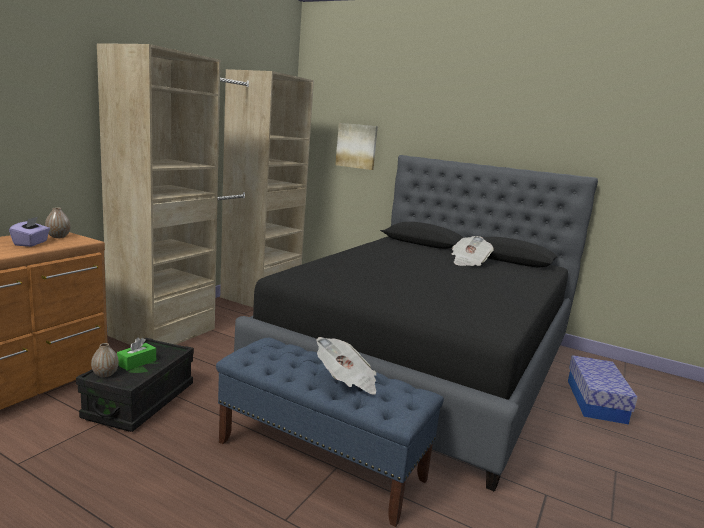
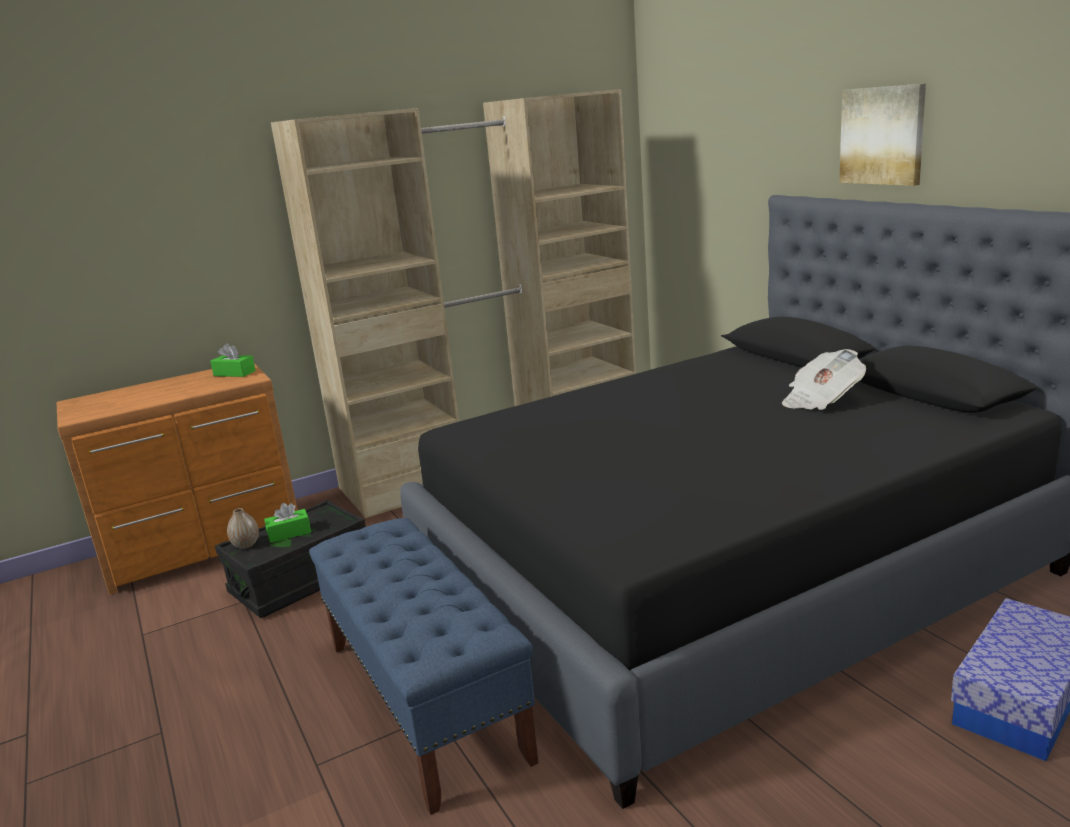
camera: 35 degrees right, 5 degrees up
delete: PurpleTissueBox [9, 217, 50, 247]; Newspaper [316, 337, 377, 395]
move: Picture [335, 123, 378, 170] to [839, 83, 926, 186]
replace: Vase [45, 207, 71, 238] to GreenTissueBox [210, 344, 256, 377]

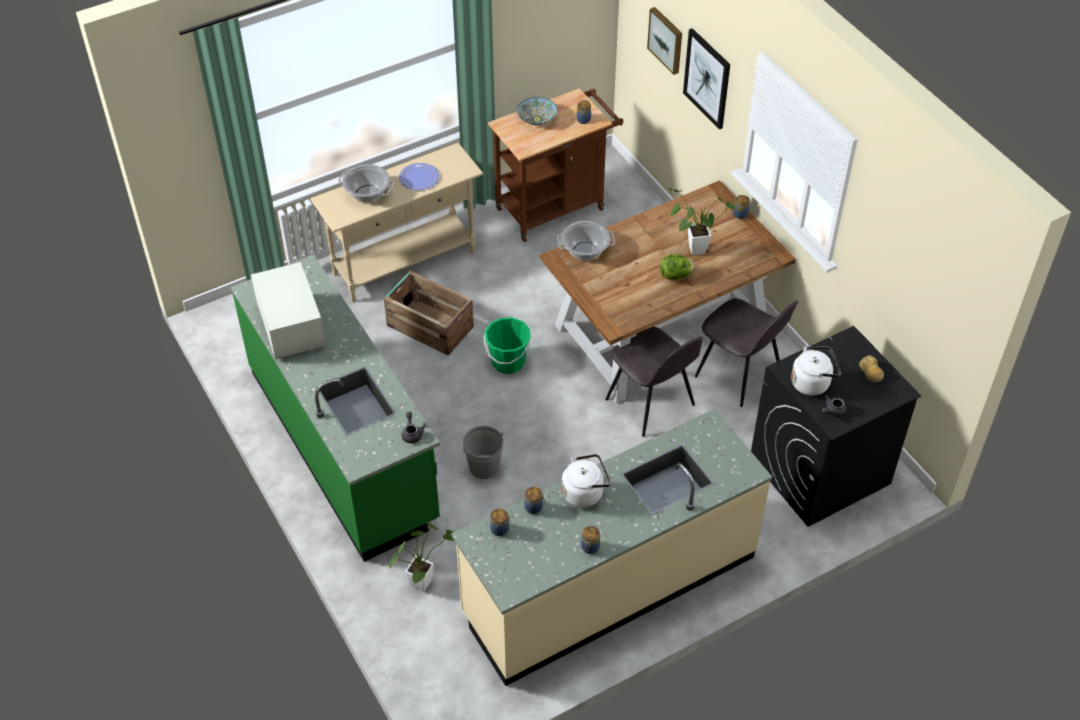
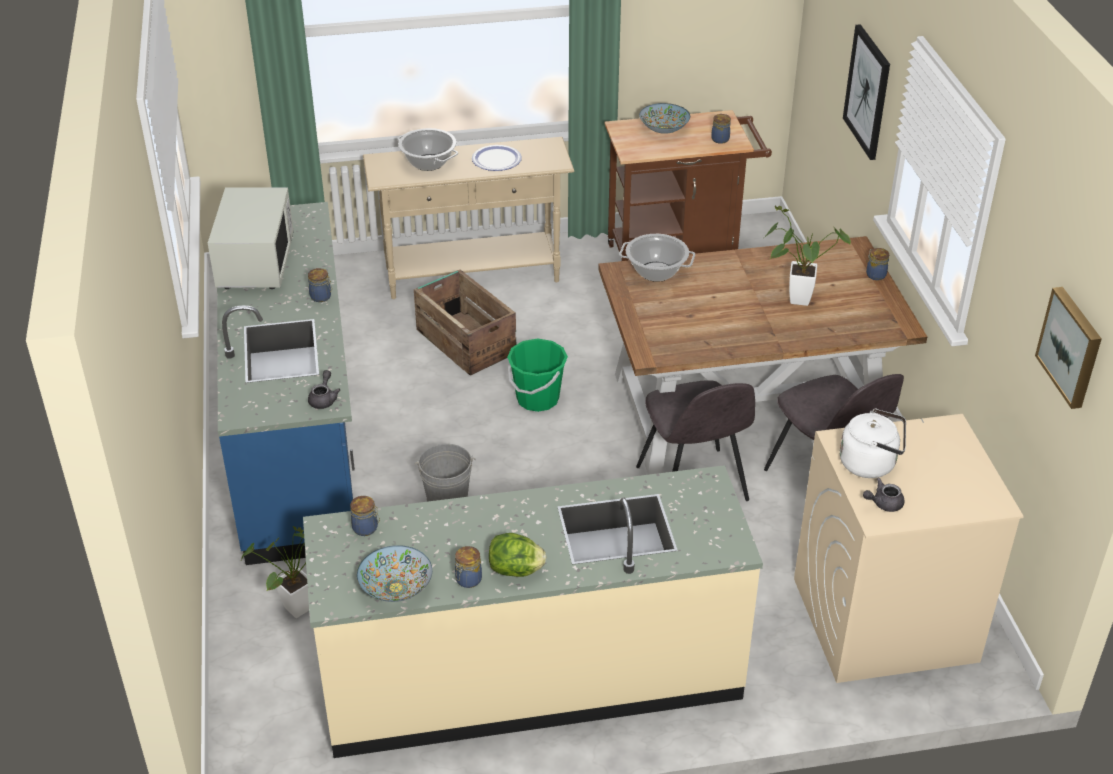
camera: 20 degrees right, 10 degrees down
delete: Bread [859, 355, 884, 383]; WhiteKettle [562, 454, 611, 508]
insert: Bowl [357, 545, 432, 602]
move: Picture [647, 7, 682, 75] to [1035, 287, 1102, 409]; Lettuce [660, 254, 694, 280] to [489, 533, 546, 577]; Jar [524, 487, 545, 514] to [308, 268, 332, 302]
recolor: GreenCounter [231, 255, 440, 562] to BlueCounter [217, 202, 355, 565]; BlackWashingMachine [751, 326, 921, 527] to BeigeWashingMachine [794, 414, 1024, 683]

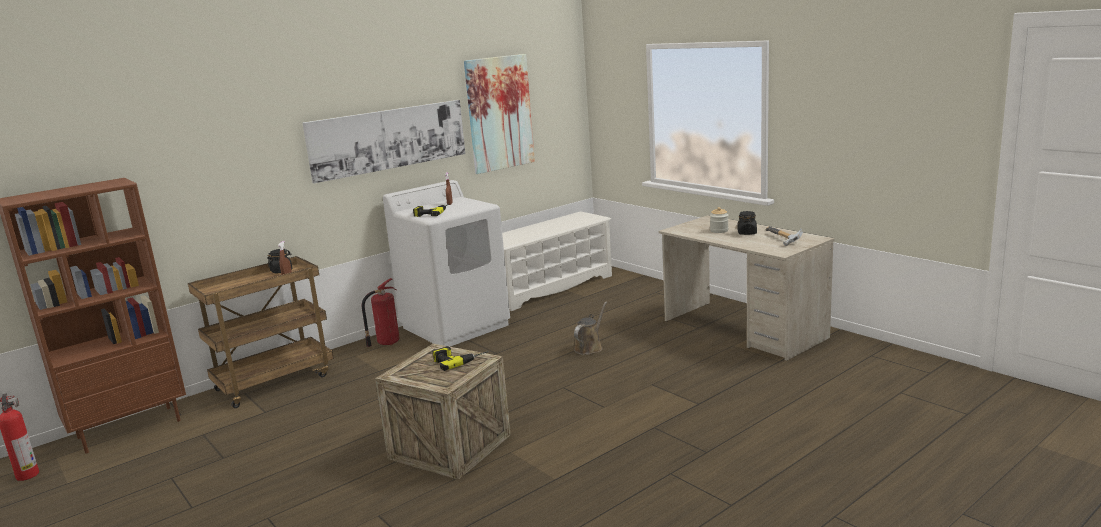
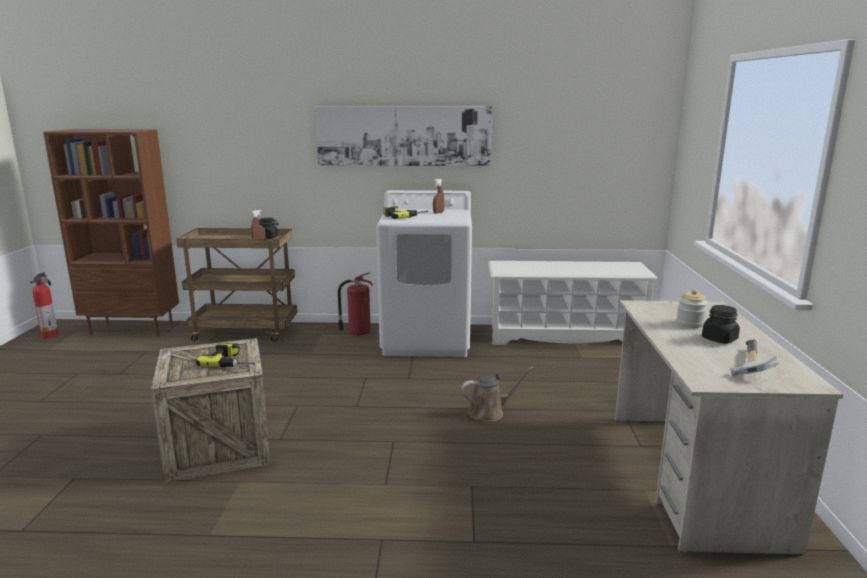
camera: 40 degrees right, 0 degrees up
delete: Picture [464, 54, 535, 174]

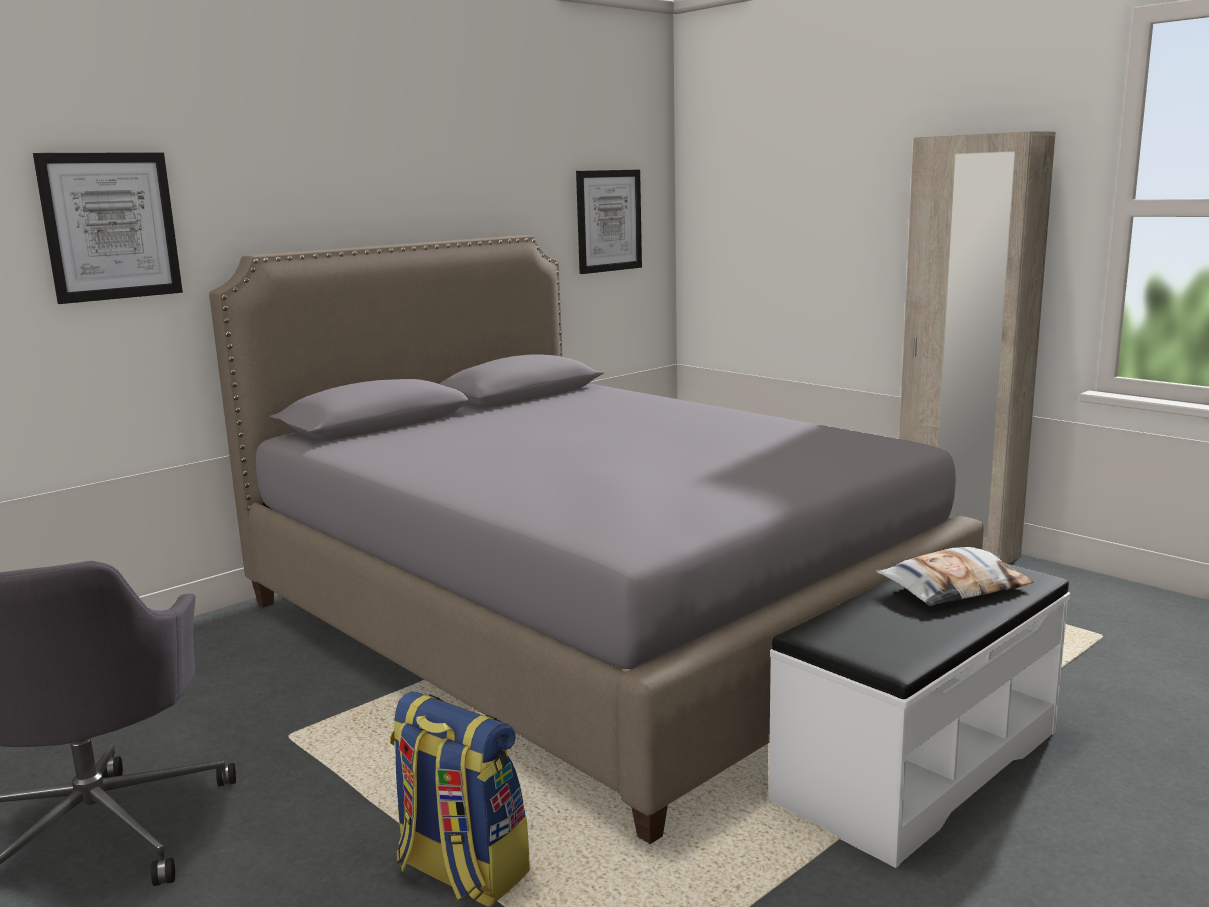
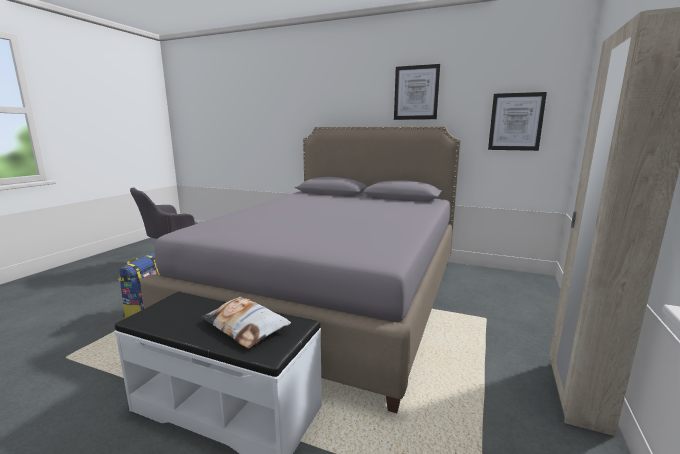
camera: 65 degrees right, 0 degrees up
move: Picture [33, 152, 183, 304] to [394, 64, 440, 120]

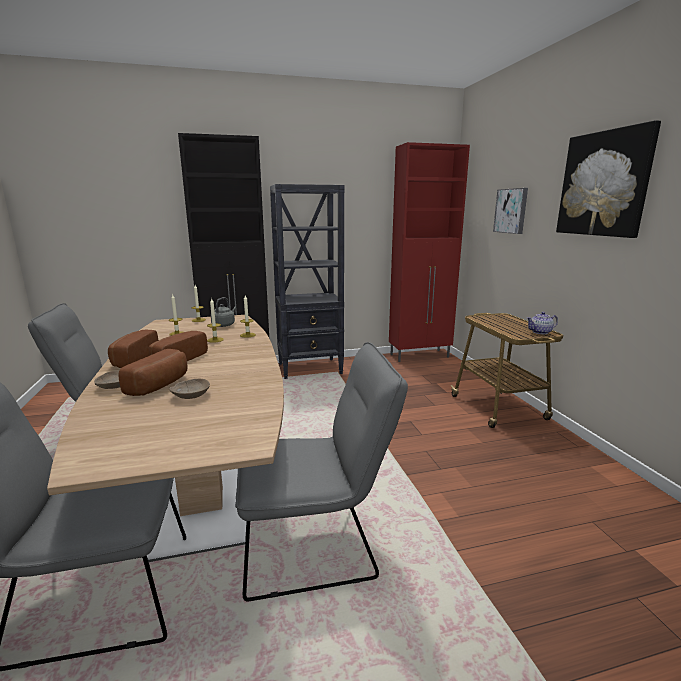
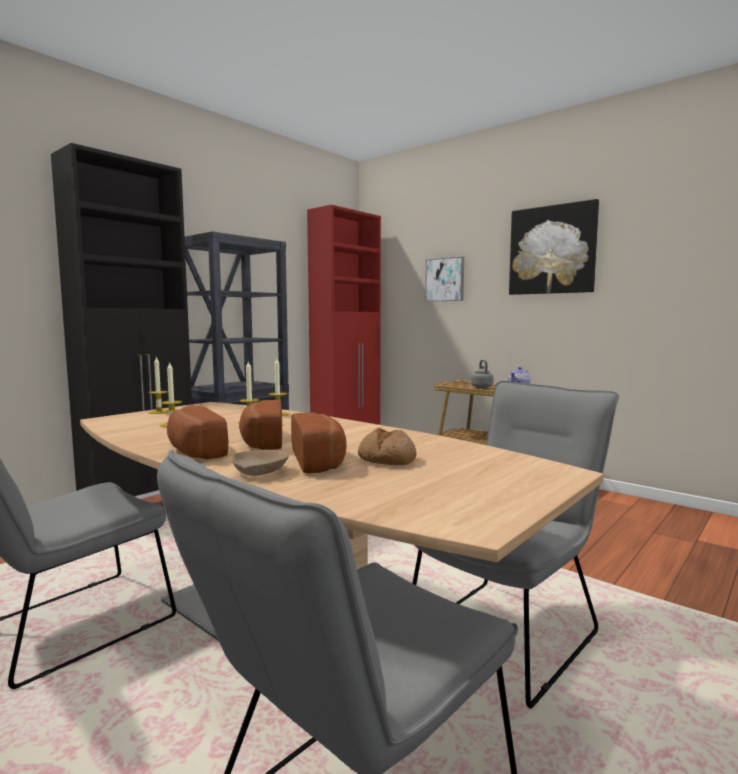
camera: 35 degrees left, 10 degrees down
move: GreyKettle [211, 297, 236, 327] to [471, 360, 493, 388]
replace: BeigeBowl [169, 379, 210, 399] to Bread [358, 428, 417, 465]

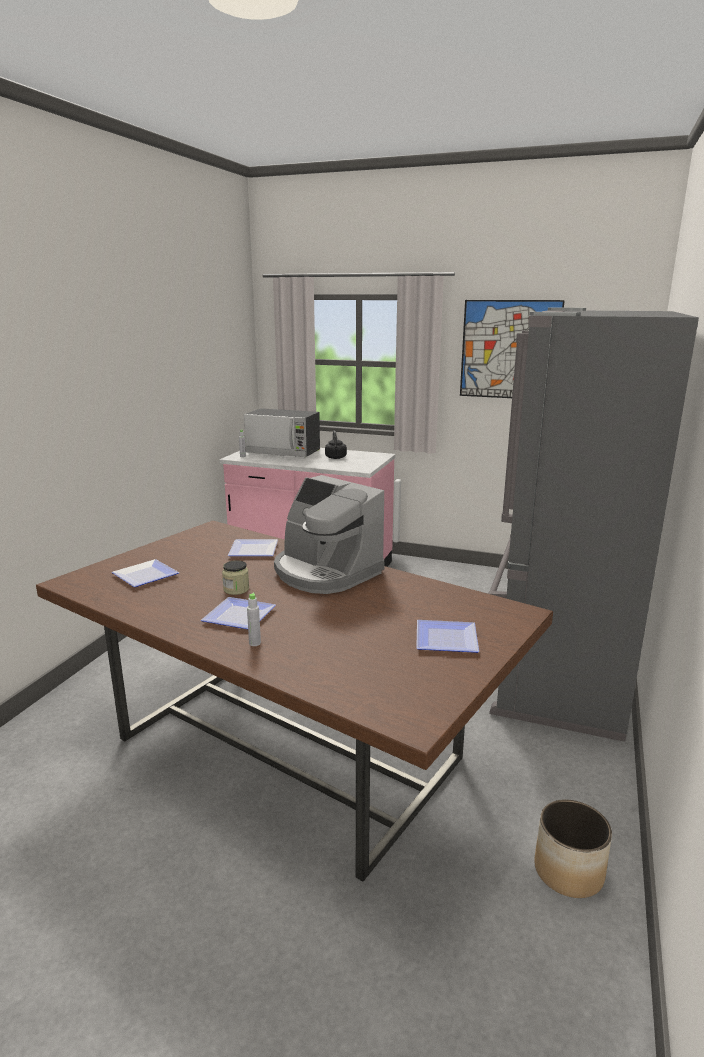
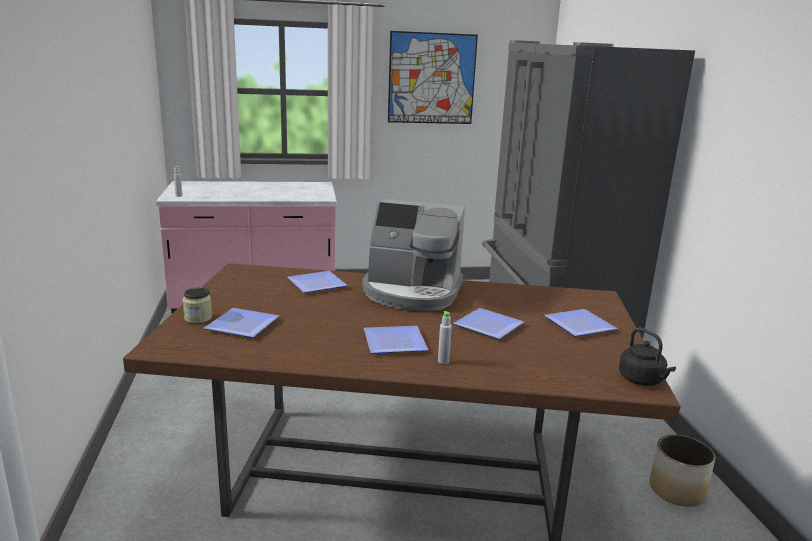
camera: 30 degrees left, 0 degrees up
delete: Microwave [244, 408, 320, 457]
insert: Plate [453, 308, 524, 339]
move: BlackKettle [325, 430, 347, 459] to [619, 328, 676, 386]; Jar [222, 560, 249, 595] to [183, 288, 212, 323]

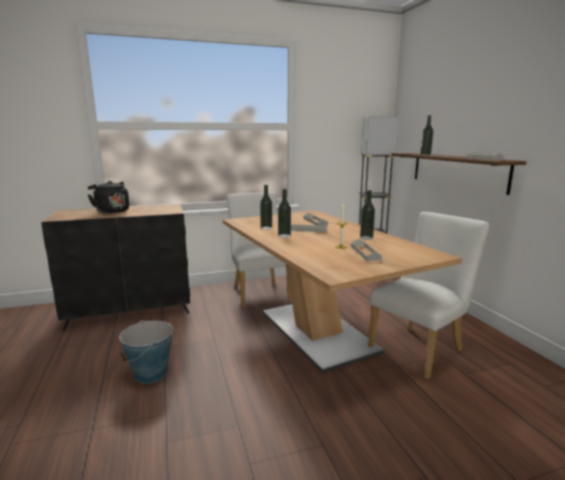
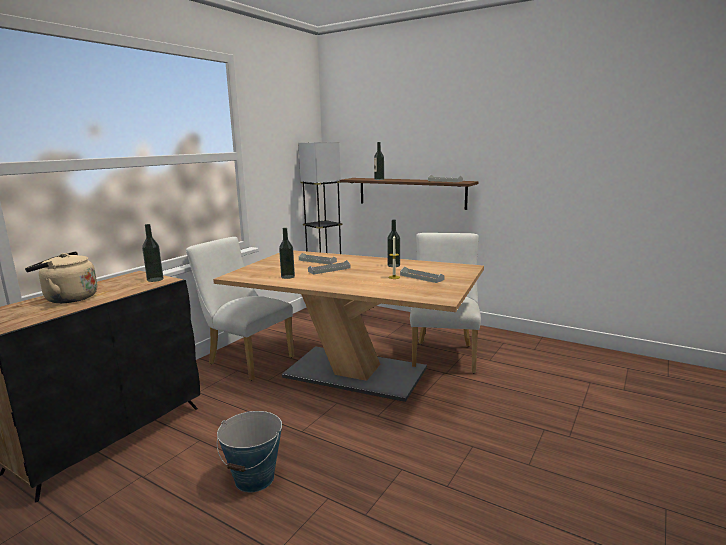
camera: 40 degrees left, 0 degrees up
move: Bottle [278, 189, 291, 238] to [142, 224, 163, 282]
recolor: BlackKettle [88, 181, 129, 214] to BeigeKettle [25, 251, 98, 303]

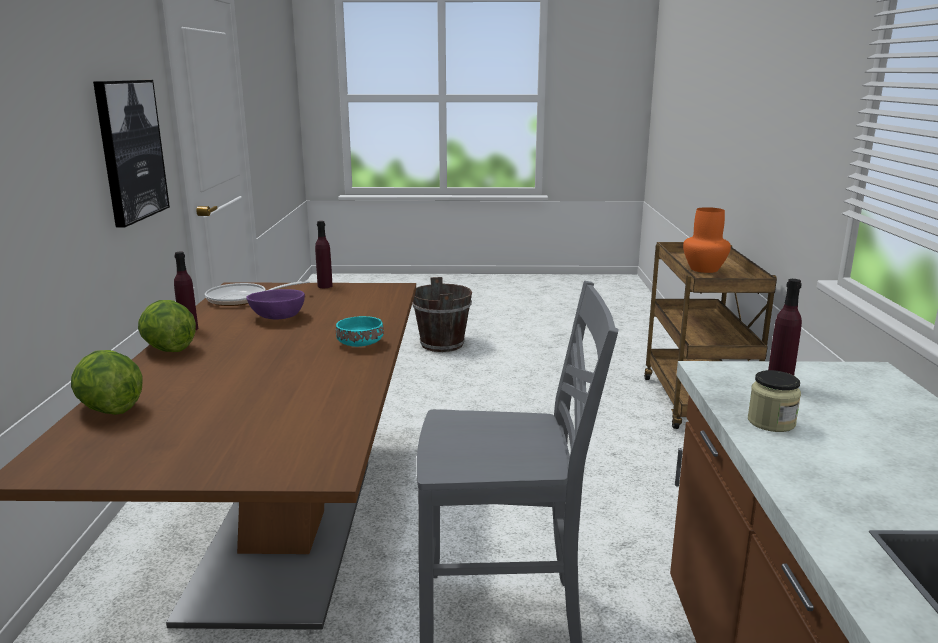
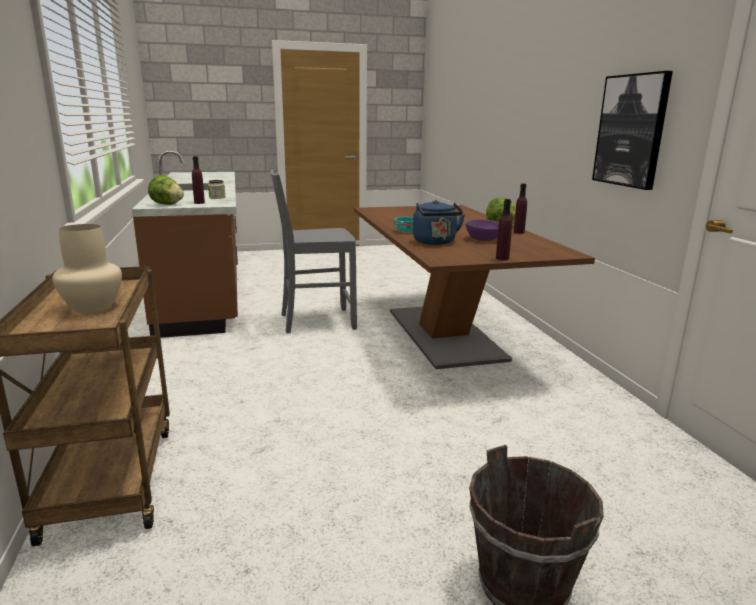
camera: 165 degrees right, 0 degrees up
delete: FryingPan [205, 280, 310, 306]
insert: BlueKettle [413, 200, 465, 245]
move: Lettuce [71, 350, 143, 415] to [148, 175, 184, 205]
recolor: OrangeVase [683, 207, 731, 273] to BeigeVase [52, 224, 122, 313]

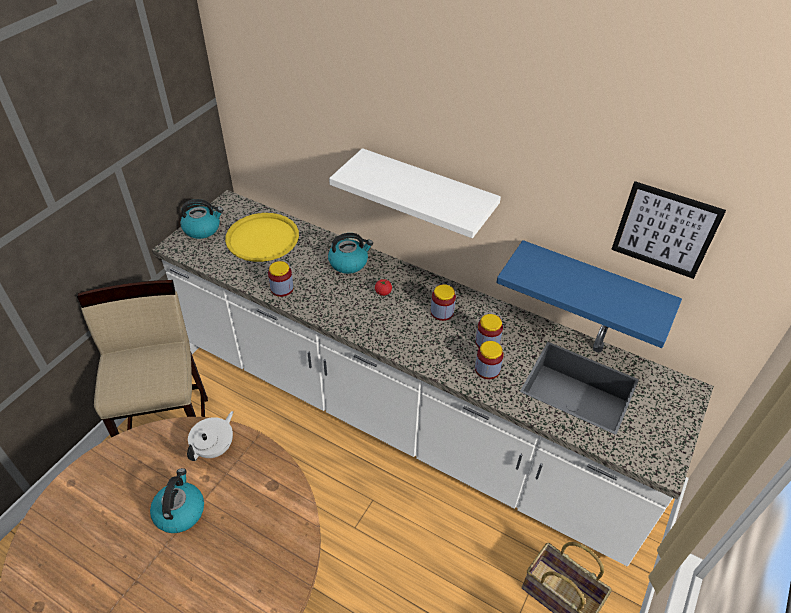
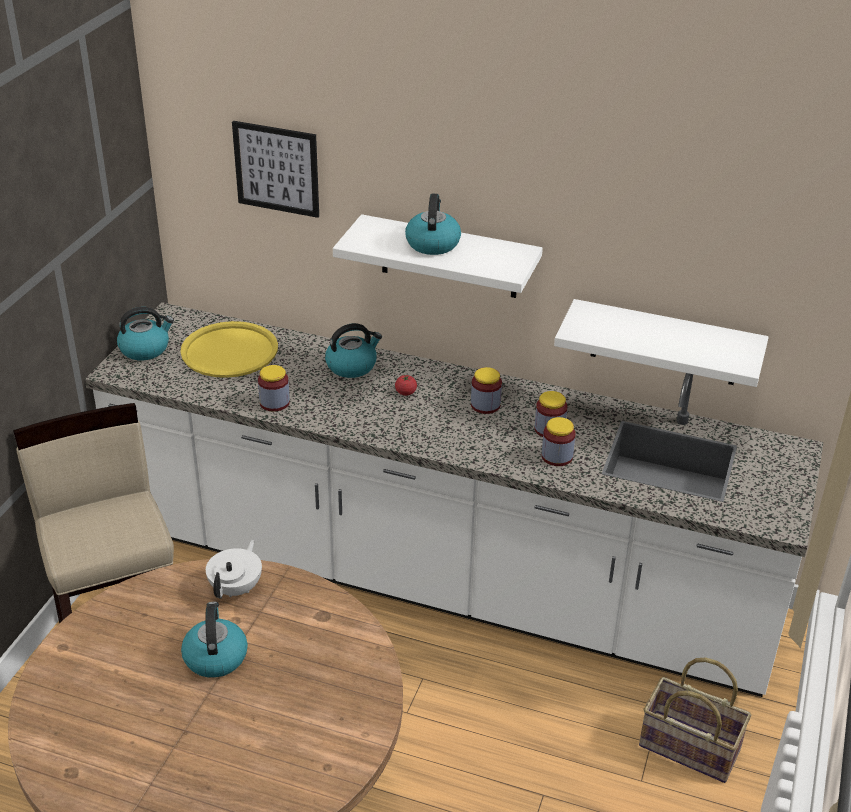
camera: 10 degrees left, 10 degrees down
insert: Kettle [405, 193, 461, 255]
move: Picture [611, 181, 726, 279] to [232, 121, 319, 218]
recolor: BlueShelf [496, 240, 682, 348] to WhiteShelf [554, 299, 769, 387]

